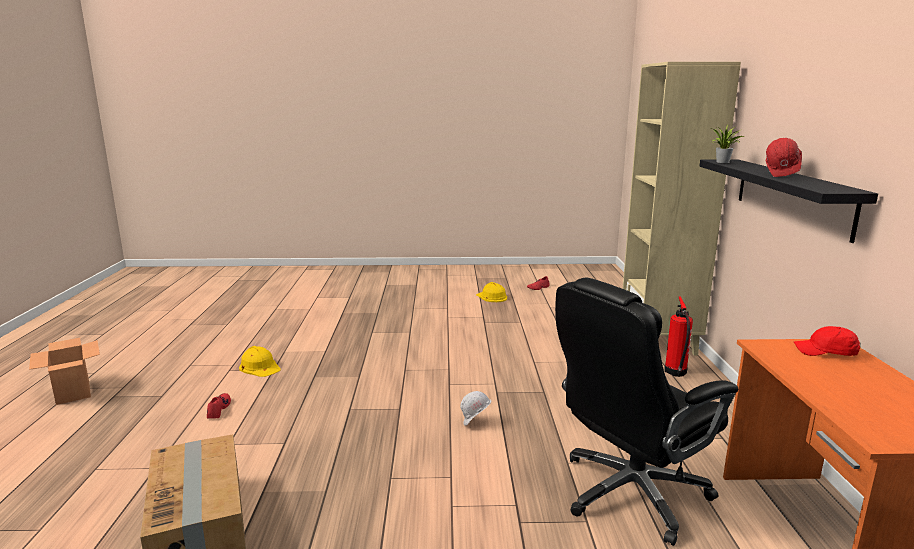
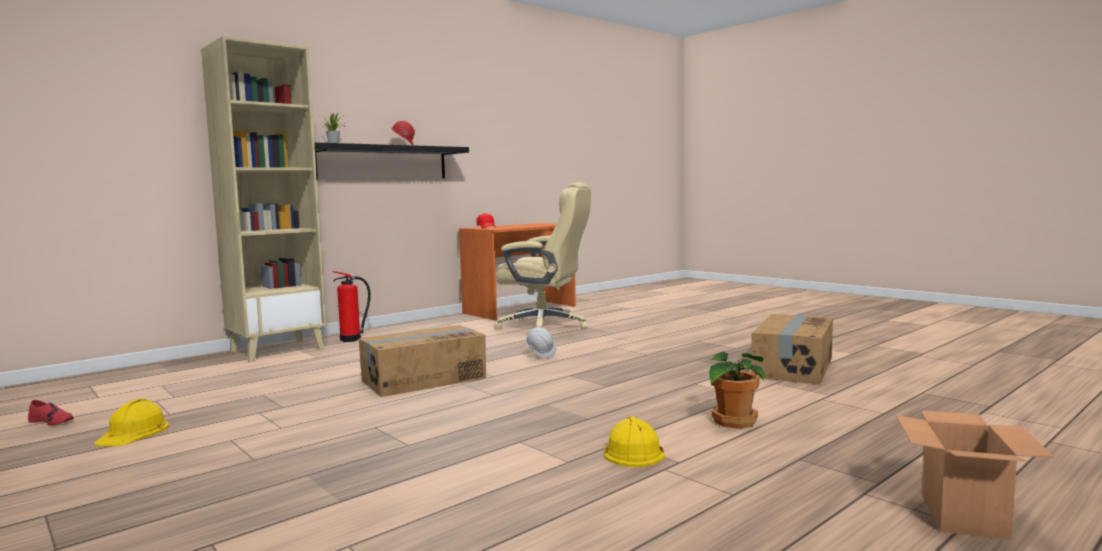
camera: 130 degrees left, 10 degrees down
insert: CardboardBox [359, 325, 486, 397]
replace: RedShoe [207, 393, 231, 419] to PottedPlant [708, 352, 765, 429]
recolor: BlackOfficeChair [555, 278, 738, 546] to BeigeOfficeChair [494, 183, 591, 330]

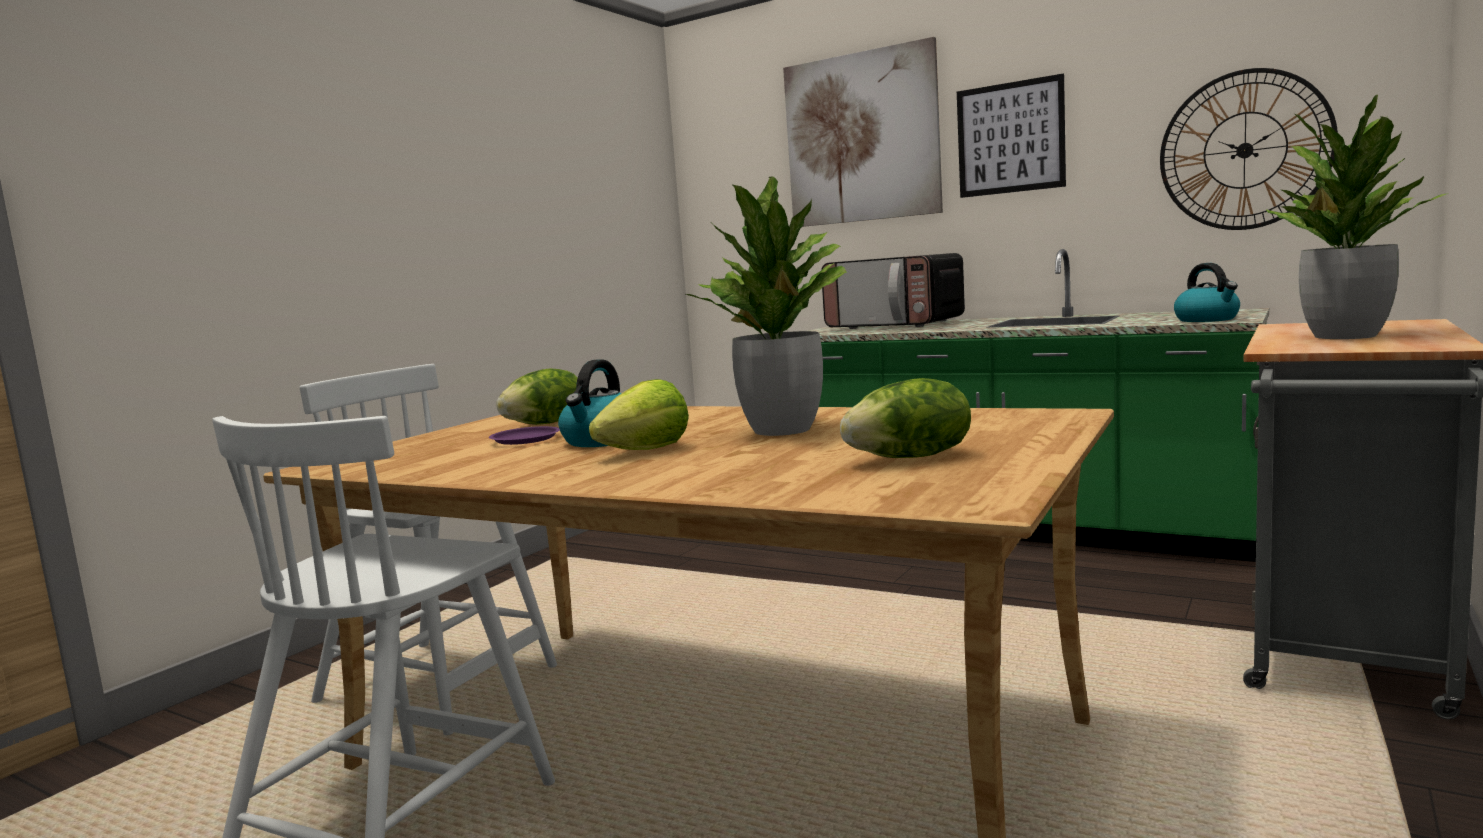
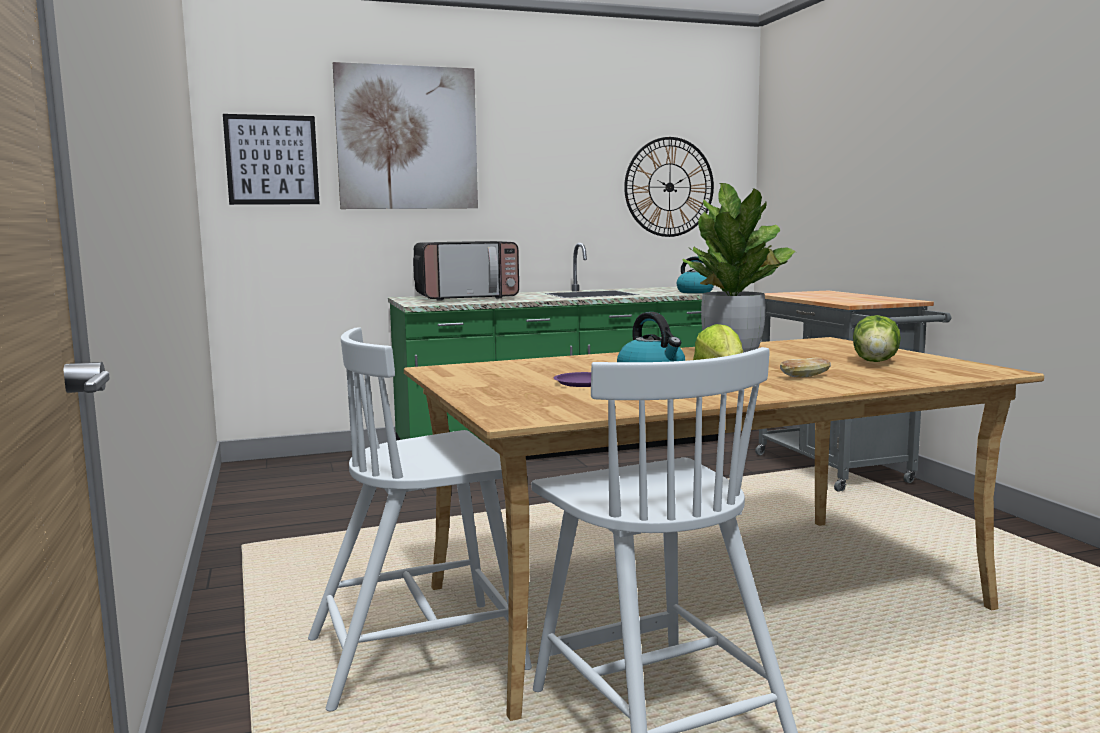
camera: 50 degrees left, 0 degrees up
delete: PottedPlant [1266, 95, 1449, 339]; Lettuce [496, 368, 578, 425]
insert: Bread [780, 357, 831, 377]
move: Picture [957, 74, 1066, 198] to [223, 114, 320, 205]

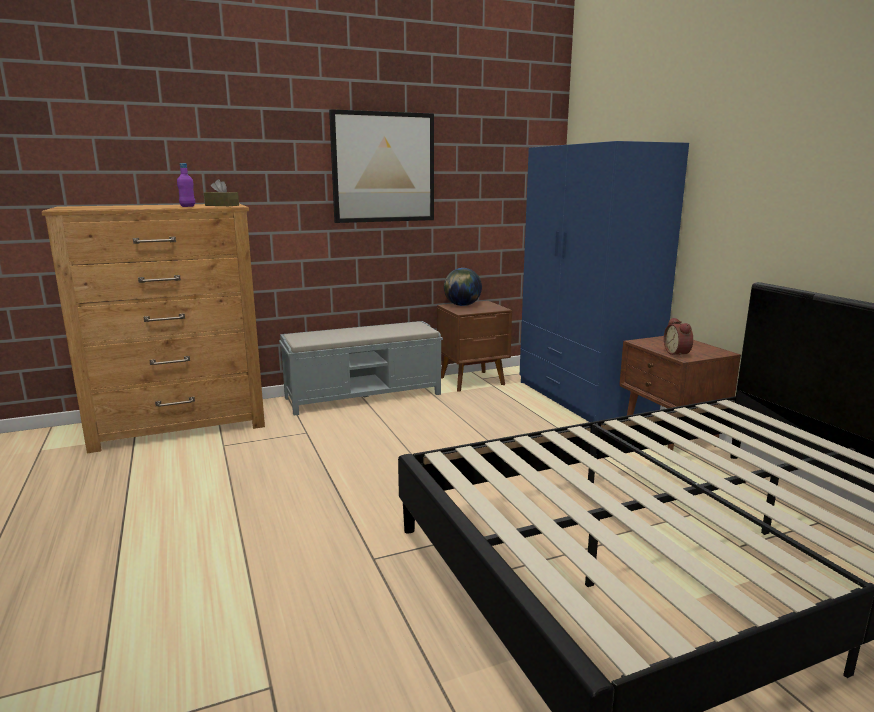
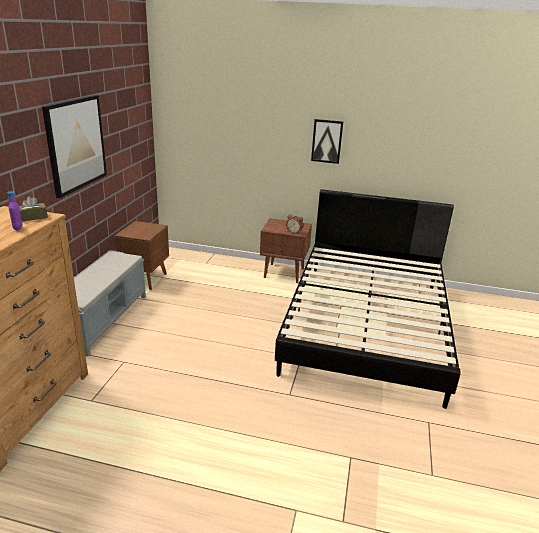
camera: 55 degrees left, 10 degrees up
delete: BlueWardrobe [520, 141, 689, 422]; Globe [444, 268, 482, 306]
insert: Picture [311, 119, 344, 164]

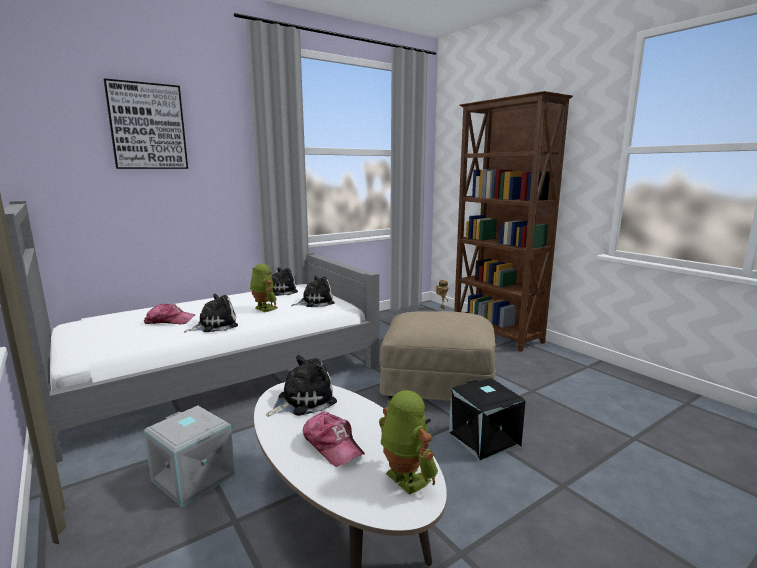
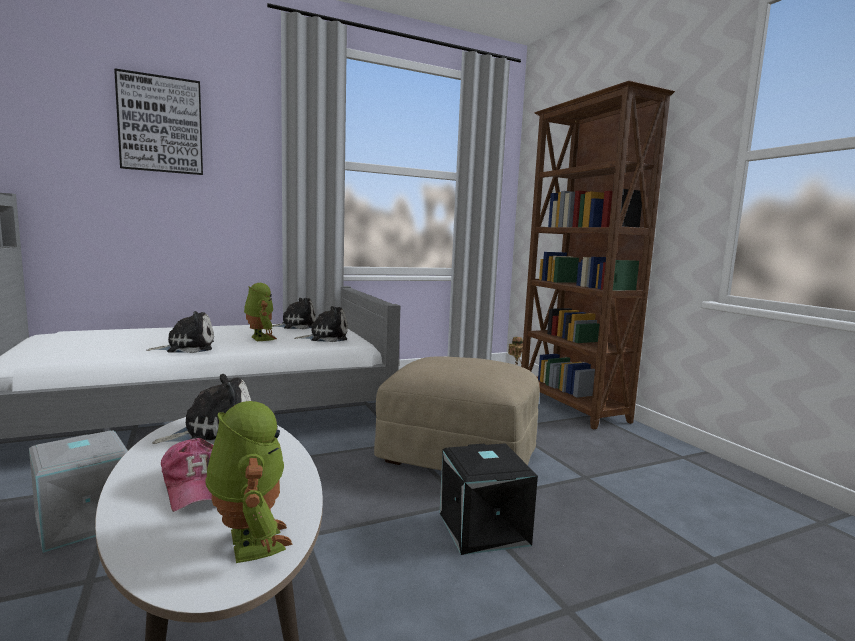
camera: 10 degrees right, 5 degrees down
delete: Cap [144, 304, 195, 324]

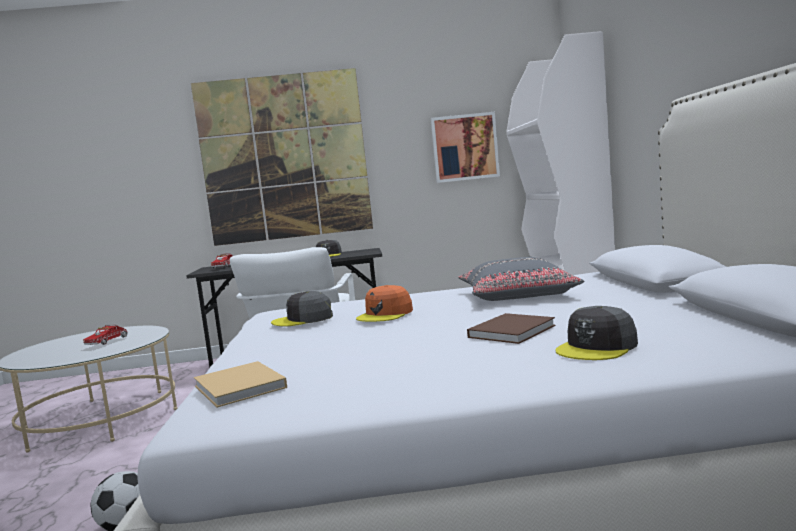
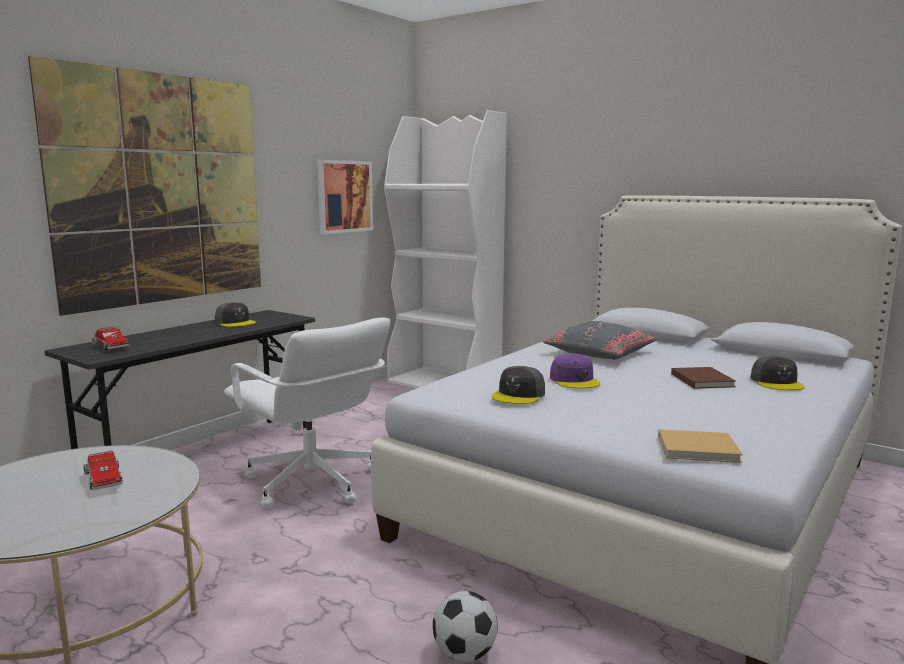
camera: 50 degrees left, 5 degrees up
recolor: OrangeCap [356, 285, 413, 322] to PurpleCap [550, 354, 600, 389]

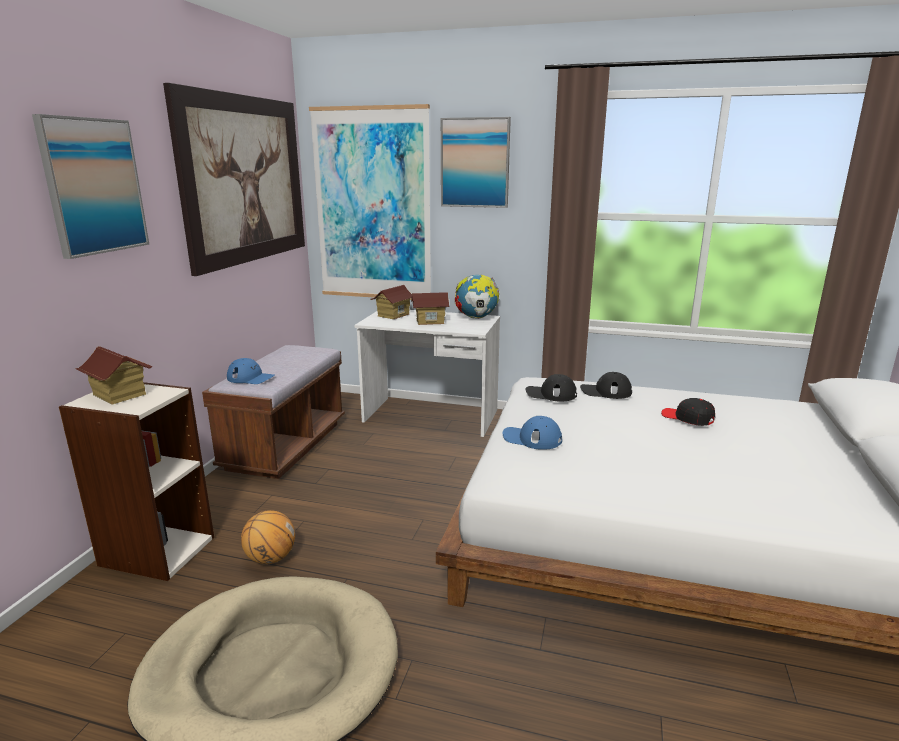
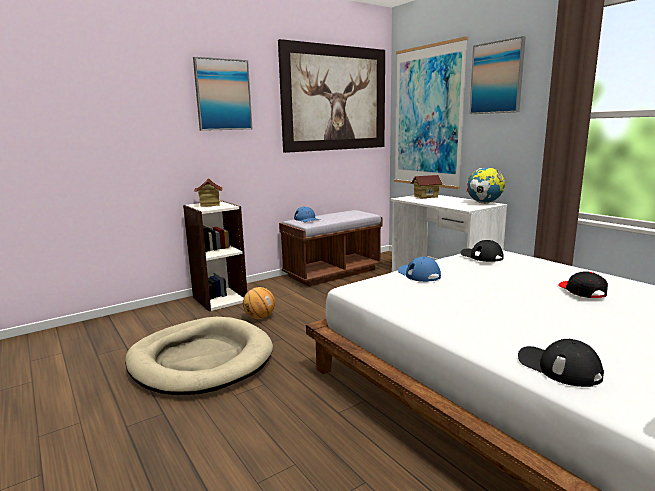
camera: 40 degrees right, 5 degrees down
delete: ToyHouse [411, 292, 450, 325]
move: BlackCap [580, 372, 632, 399] to [518, 339, 604, 387]

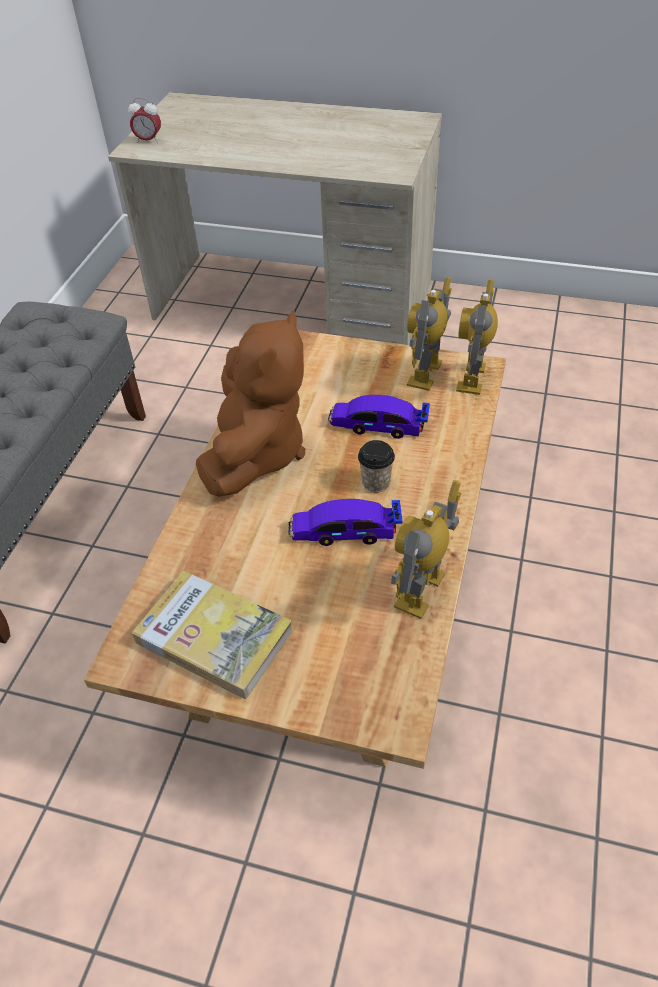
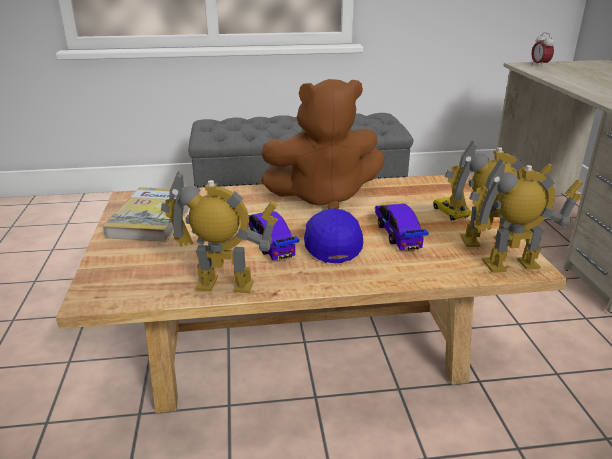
camera: 65 degrees right, 20 degrees down
insert: ToyCar [433, 197, 471, 220]
replace: Cup [358, 440, 395, 492] to BlueCap [304, 208, 363, 263]

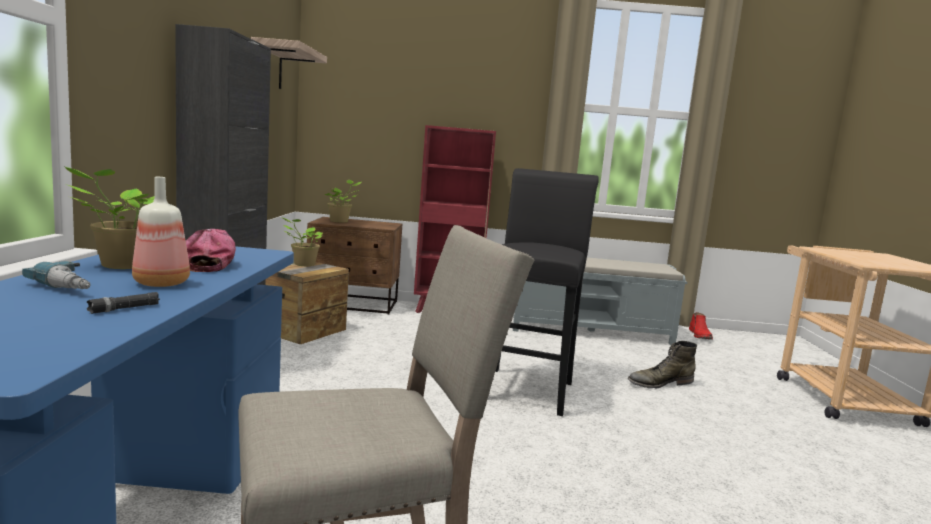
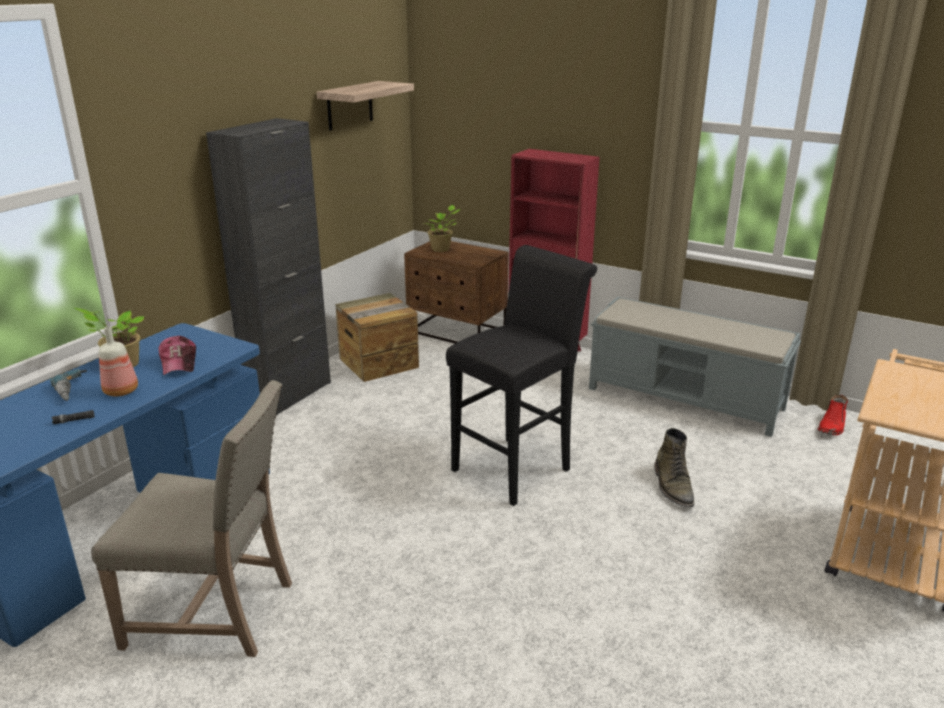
camera: 30 degrees right, 15 degrees up
delete: PottedPlant [283, 218, 323, 266]
rotate: Cap [186, 229, 236, 272] = [158, 336, 196, 375] 150 degrees clockwise; GreenBoot [628, 341, 697, 388] = [654, 428, 694, 507] 105 degrees counterclockwise

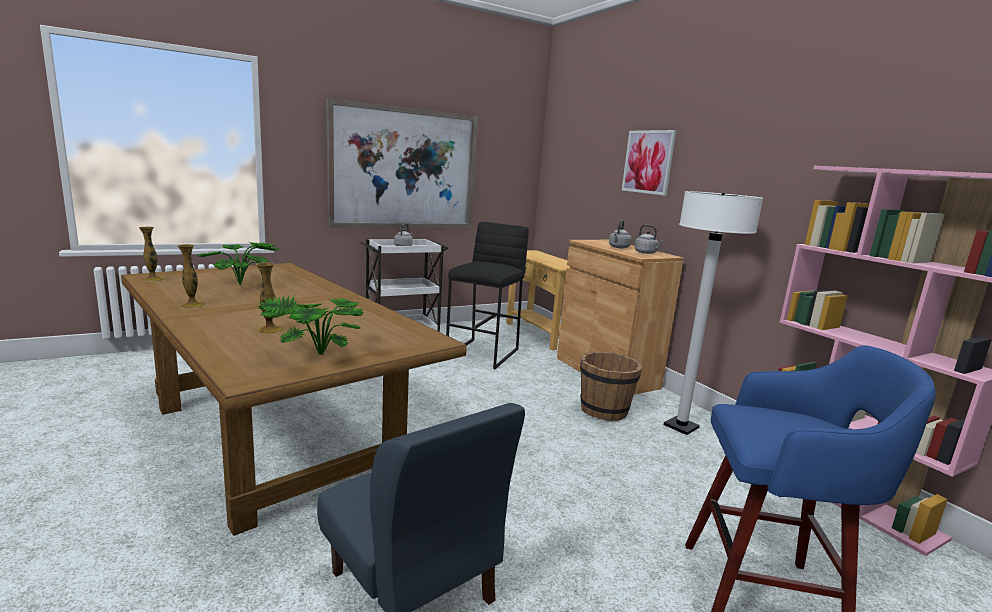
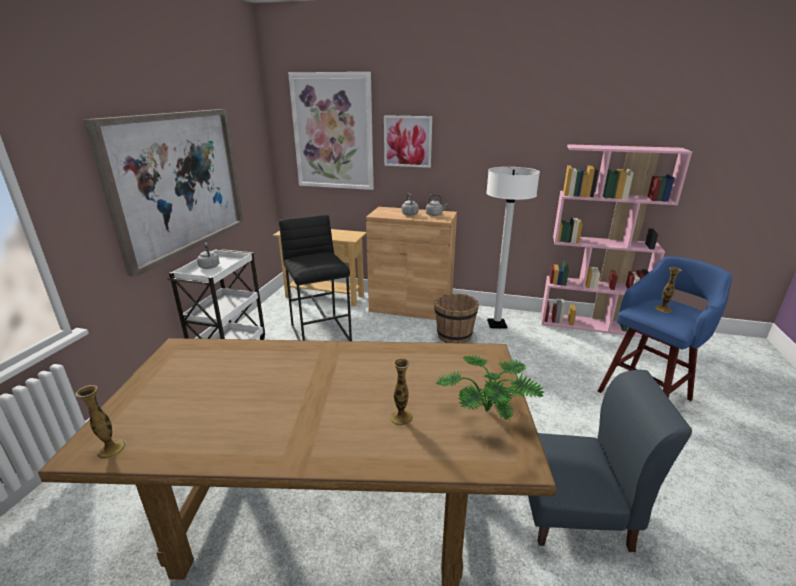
camera: 45 degrees left, 10 degrees up
delete: PottedPlant [198, 242, 280, 285]
insert: Picture [288, 72, 374, 190]
move: Vase [177, 244, 205, 308] to [655, 267, 682, 313]

